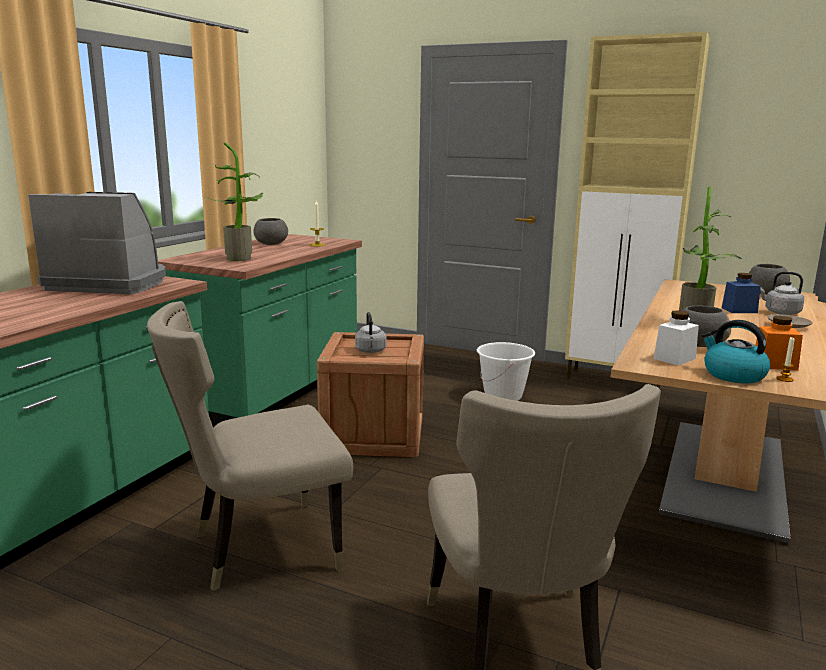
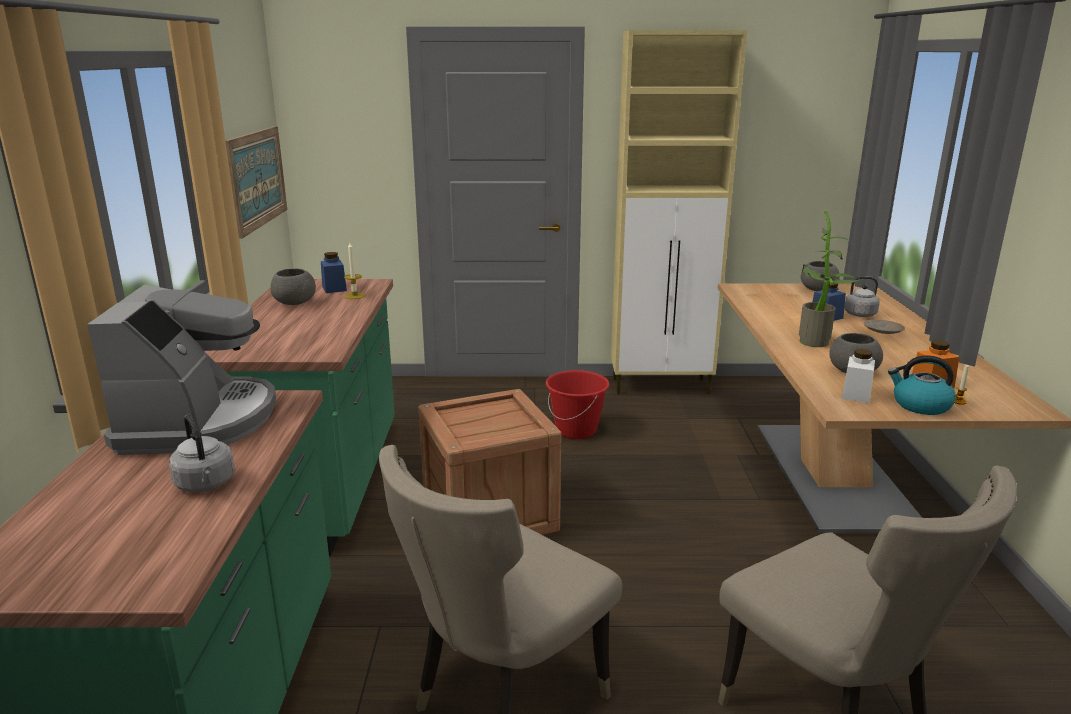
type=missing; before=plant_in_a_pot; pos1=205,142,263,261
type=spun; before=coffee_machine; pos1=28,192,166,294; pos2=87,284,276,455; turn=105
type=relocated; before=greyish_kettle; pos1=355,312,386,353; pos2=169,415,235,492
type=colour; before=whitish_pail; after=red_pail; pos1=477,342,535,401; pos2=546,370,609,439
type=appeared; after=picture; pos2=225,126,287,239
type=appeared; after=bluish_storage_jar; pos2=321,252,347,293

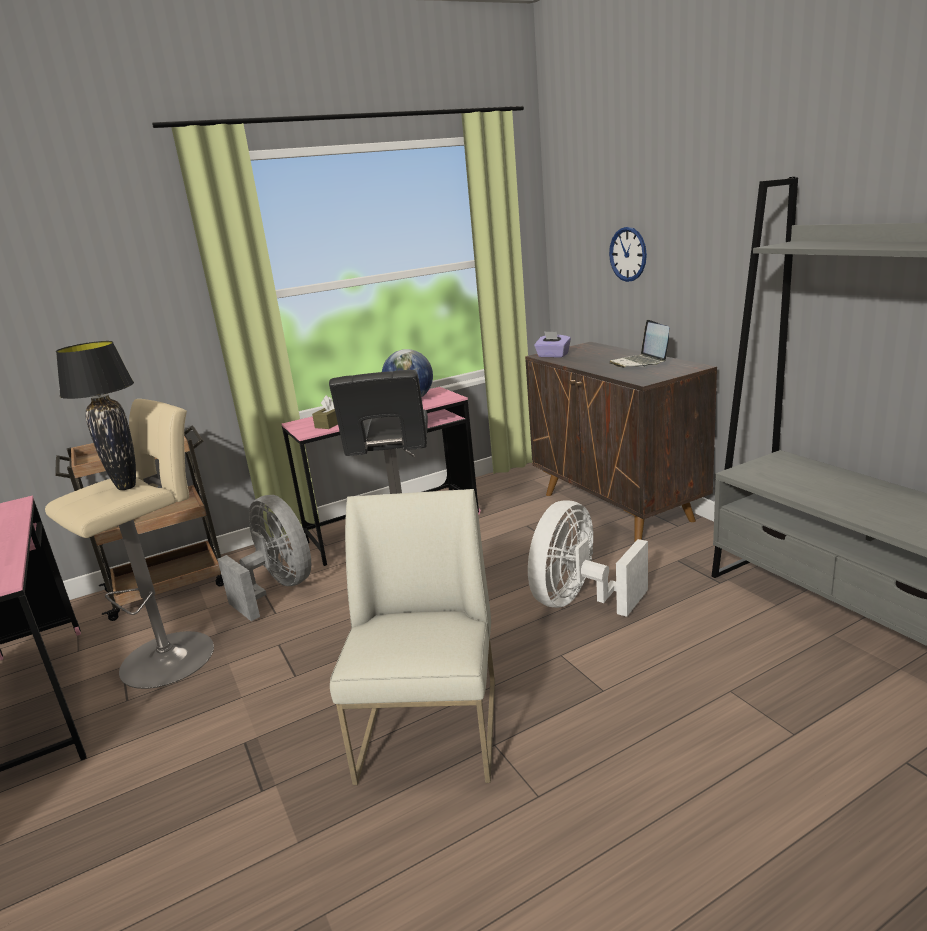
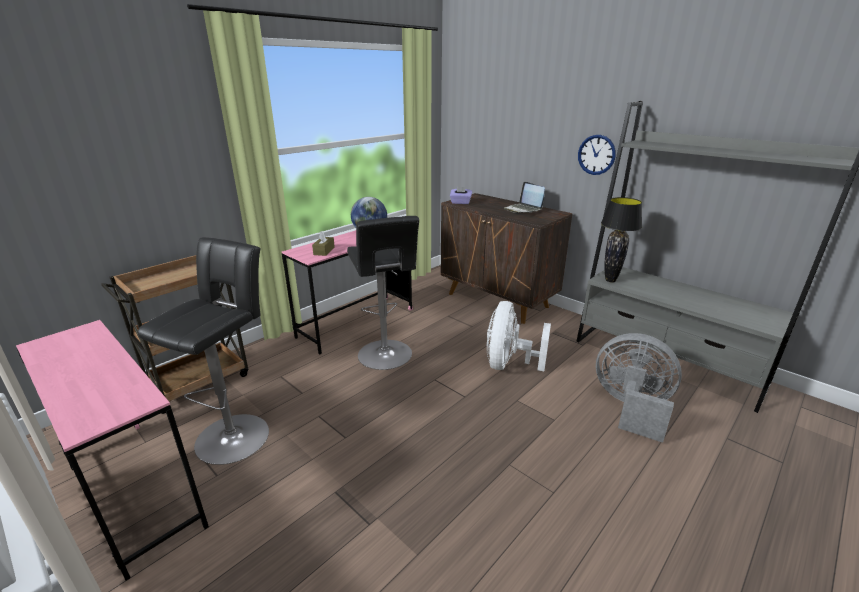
type=relocated; before=hanging_clock; pos1=609,227,647,282; pos2=578,135,616,175
type=relocated; before=black-coloured_table_lamp; pos1=56,341,136,490; pos2=601,197,642,283
type=colour; before=sand-coloured_stool_seat; after=black-coloured_stool_seat; pos1=45,399,214,689; pos2=138,237,269,465
type=missing; before=whitish_upright_chair; pos1=330,489,495,785
type=relocated; before=greyish_fan; pos1=217,495,311,621; pos2=596,333,682,443

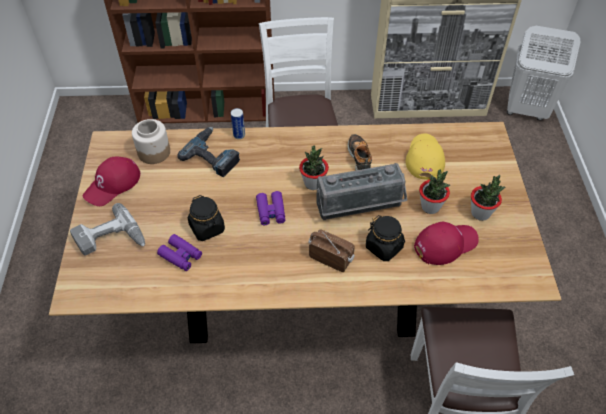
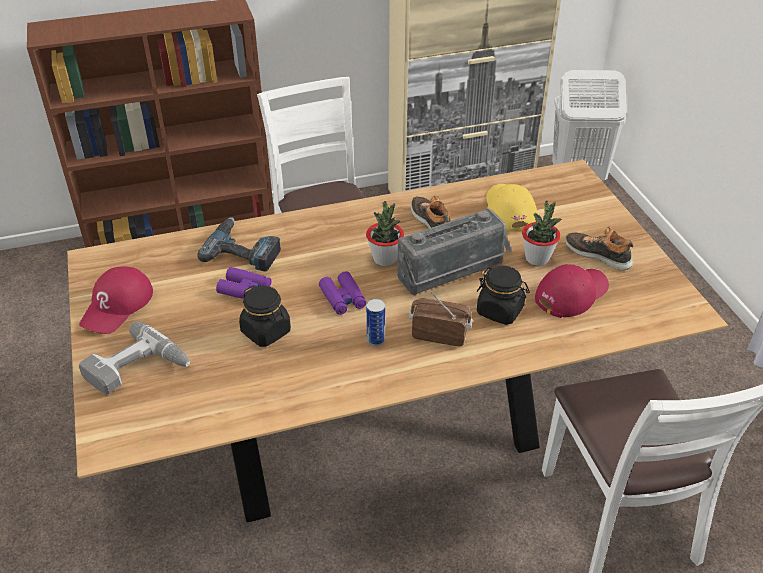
type=relocated; before=metal_can; pos1=231,108,245,139; pos2=366,299,385,346
type=missing; before=storage_jar; pos1=132,119,170,164
type=exchanged; before=plant_in_a_pot; after=shoe; pos1=471,175,505,221; pos2=565,226,633,271
type=relocated; before=purple_pair_of_binoculars; pos1=157,234,202,271; pos2=216,267,271,299

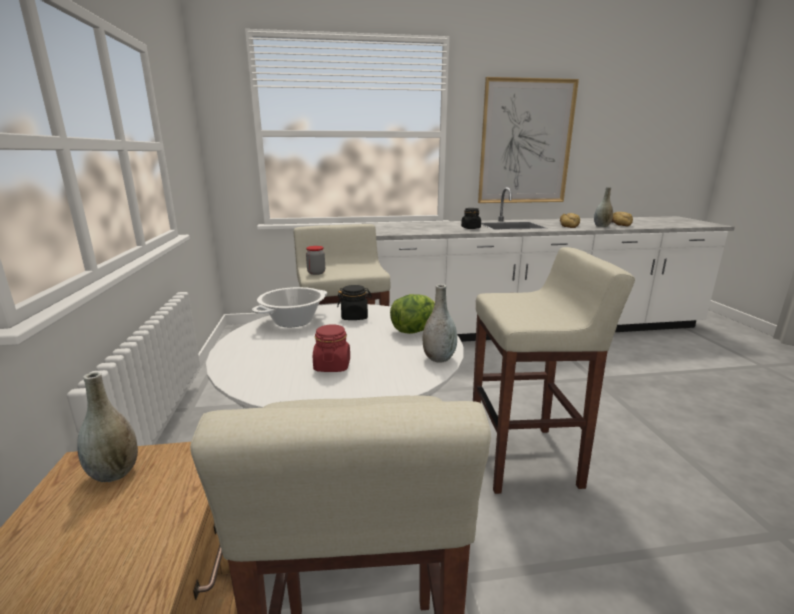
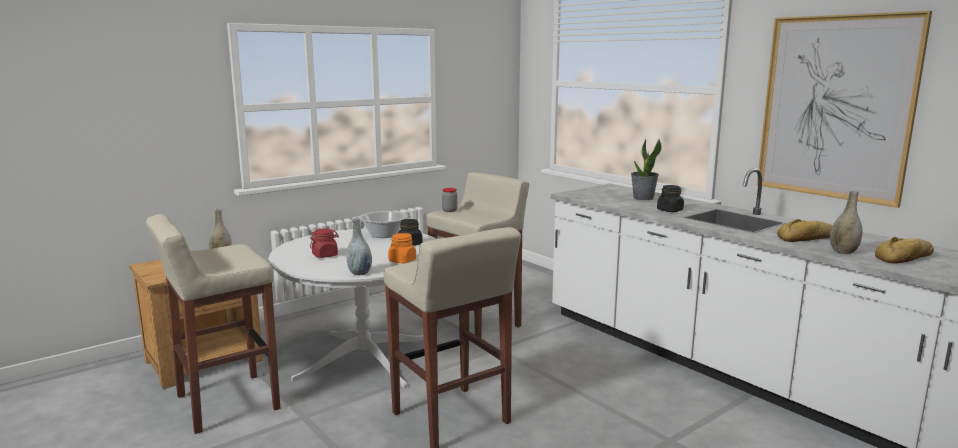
type=exchanged; before=lettuce_head; after=orange_storage_jar; pos1=390,294,435,334; pos2=388,233,416,263
type=appeared; after=plant_in_a_pot; pos2=631,138,662,200

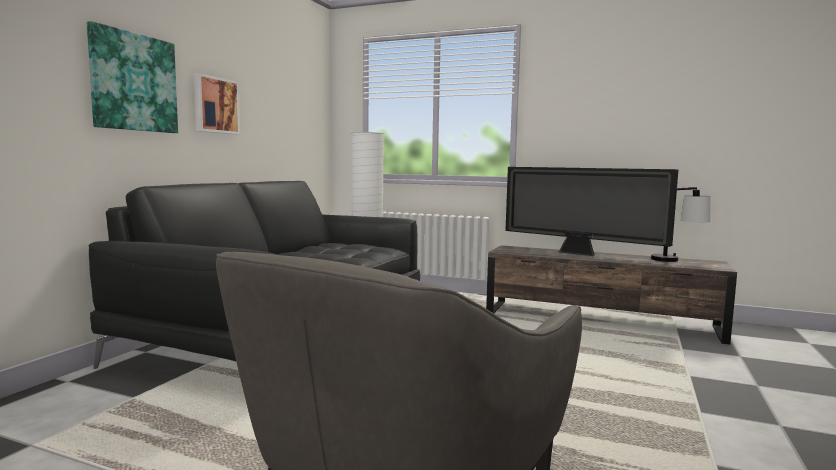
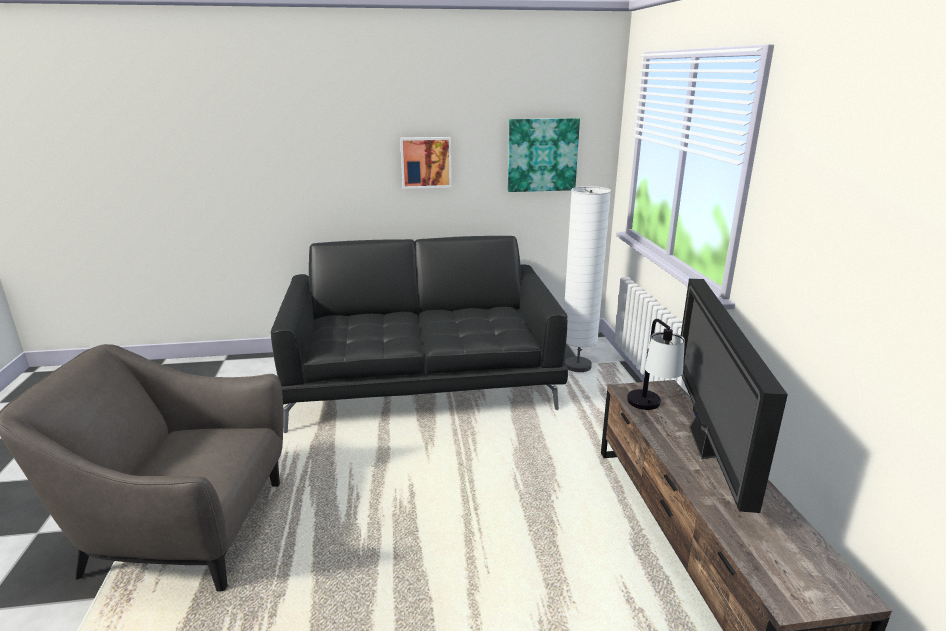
type=relocated; before=picture; pos1=87,21,178,133; pos2=508,118,580,192
type=relocated; before=table_lamp; pos1=651,187,710,262; pos2=627,319,685,410

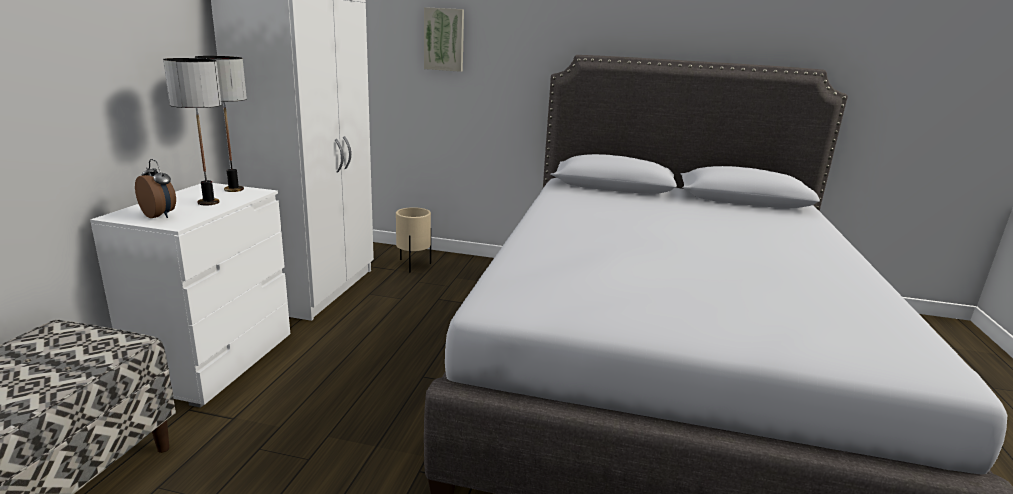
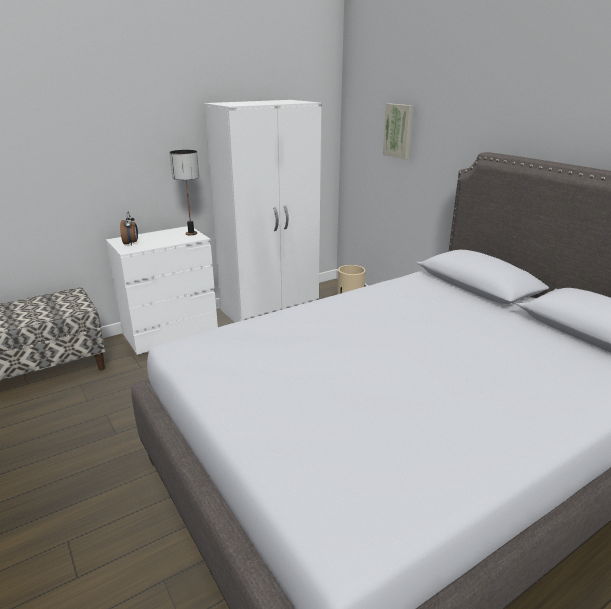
type=missing; before=table_lamp; pos1=163,58,222,206

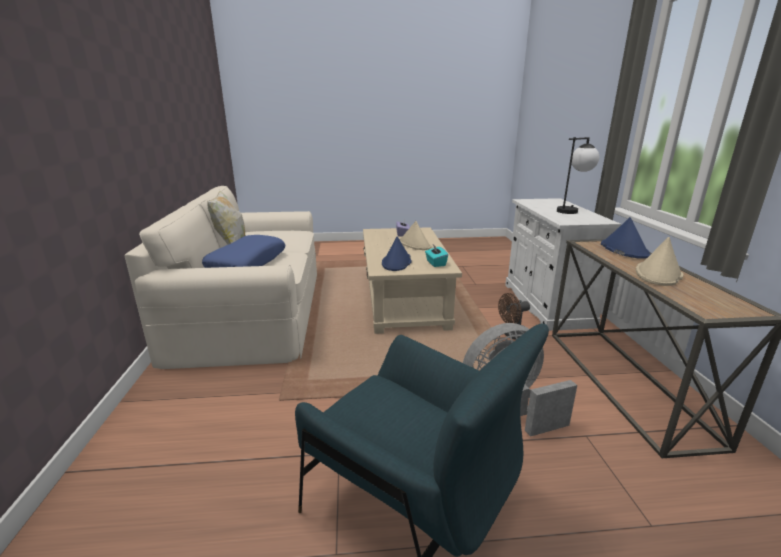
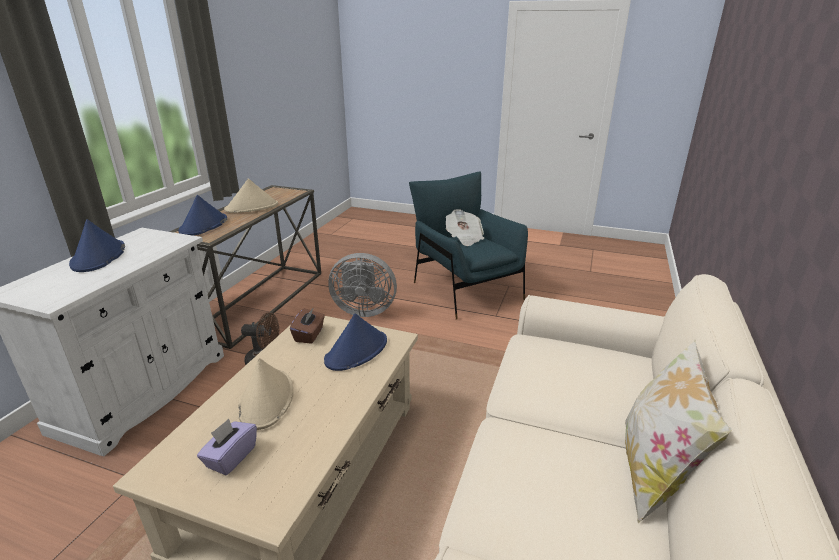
type=exchanged; before=table_lamp; after=bluish_hat; pos1=557,137,599,214; pos2=69,219,125,272
type=missing; before=bluish_throw_pillow; pos1=202,235,285,268
type=colour; before=turquoise_tissue_holder; after=brown-coloured_tissue_holder; pos1=425,245,448,267; pos2=290,307,325,344
type=appeared; after=printed_paper; pos2=446,209,484,246

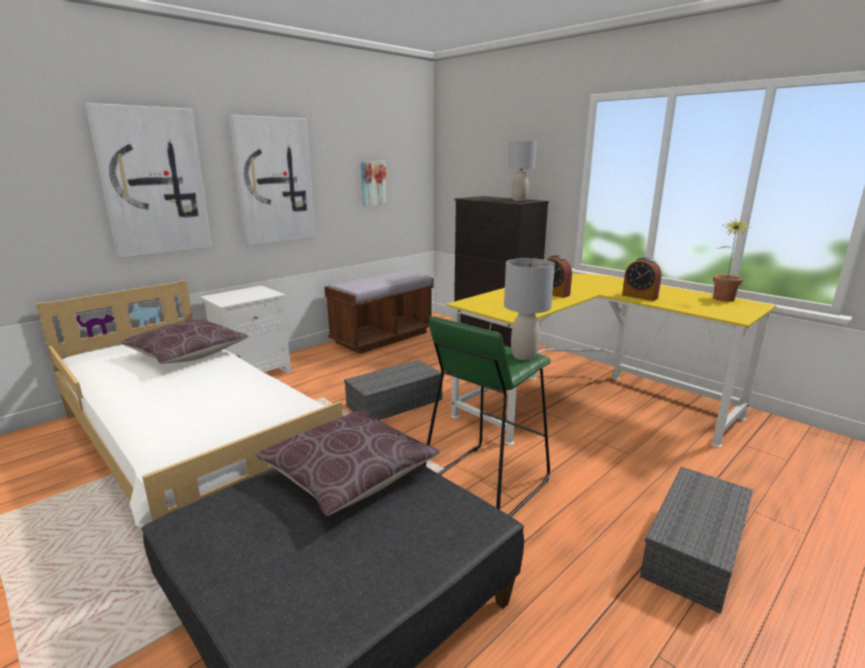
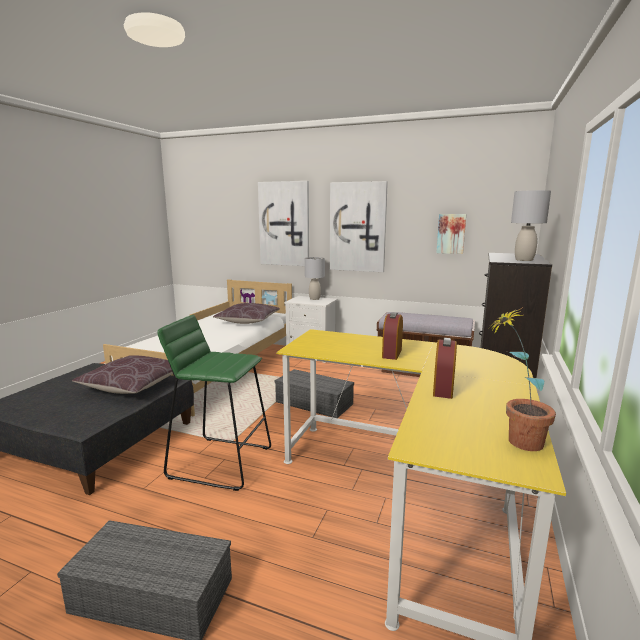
type=relocated; before=greyish_table_lamp; pos1=504,258,555,360; pos2=305,257,325,300

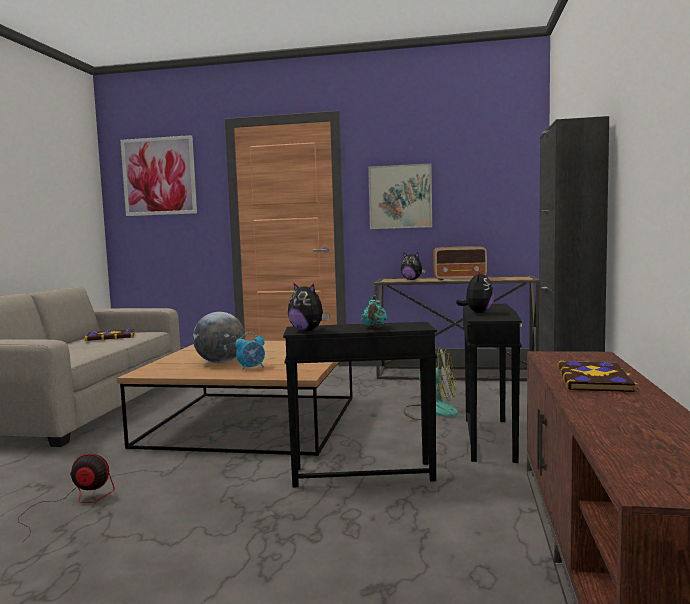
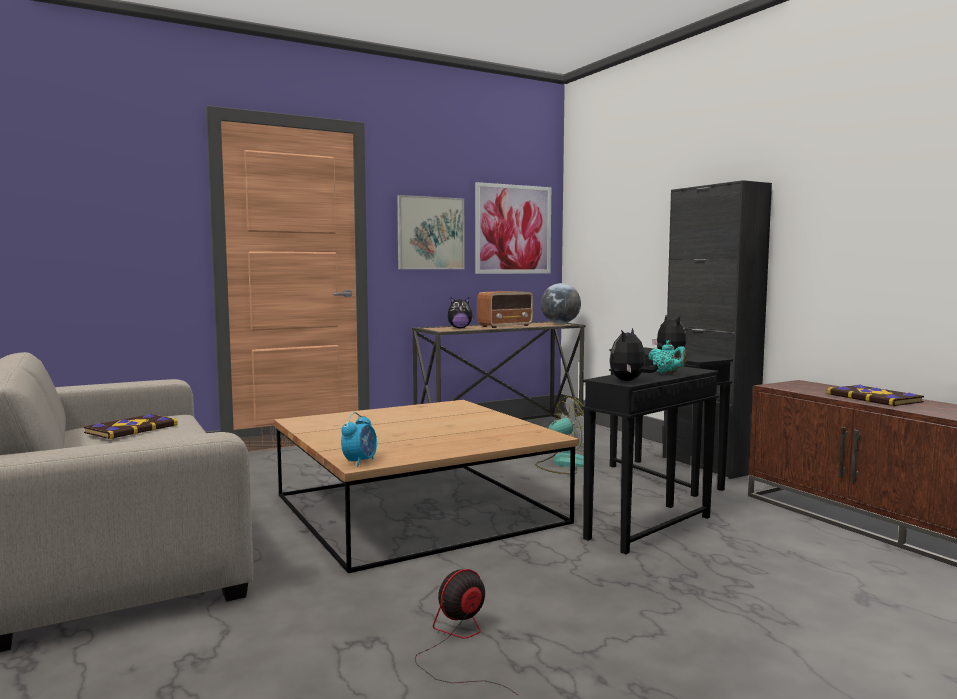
type=relocated; before=picture; pos1=120,135,197,216; pos2=475,182,551,274
type=spun; before=plush_toy; pos1=288,282,329,331; pos2=609,328,658,381; turn=120
type=relocated; before=desk_globe; pos1=193,312,245,363; pos2=541,283,581,324
type=relocated; before=table_clock; pos1=235,332,265,371; pos2=341,412,377,467

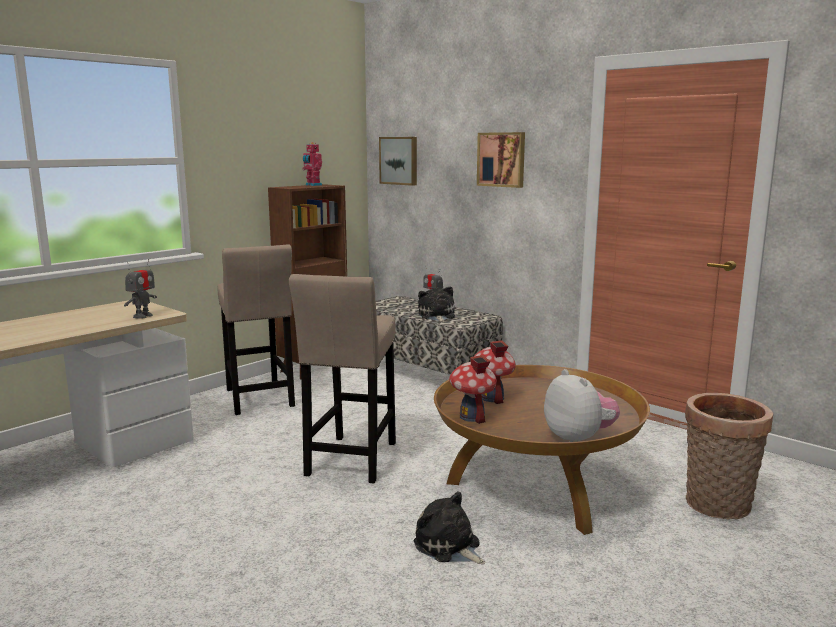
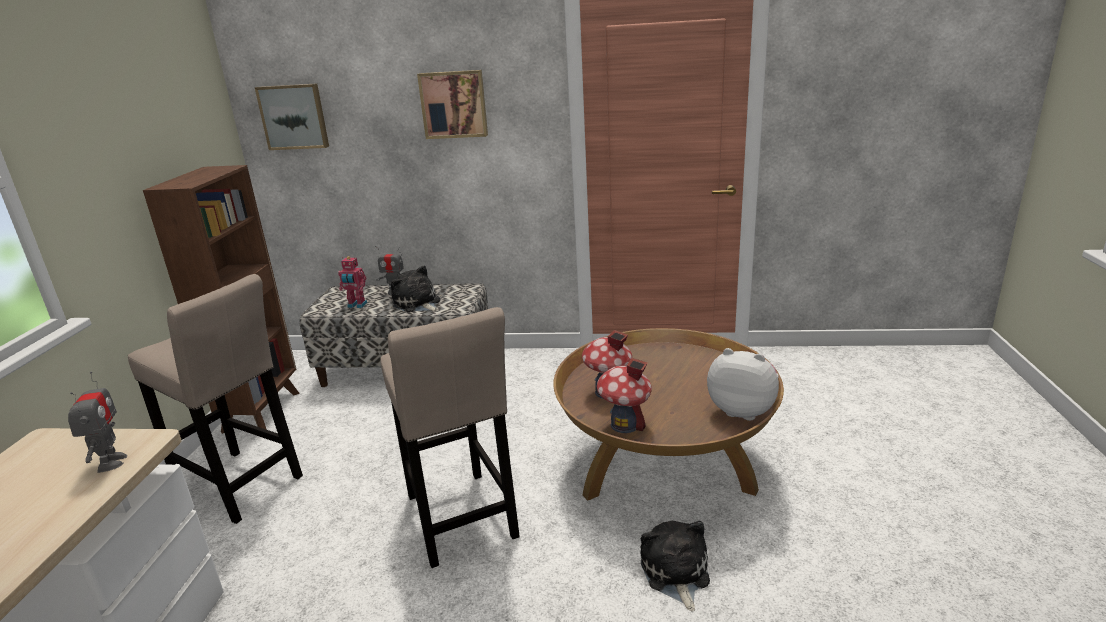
type=relocated; before=robot_figure; pos1=302,142,322,186; pos2=338,256,368,308
type=missing; before=household_basket; pos1=685,393,773,520
type=spun; before=plush_toy; pos1=414,492,486,564; pos2=640,521,710,611; turn=75

